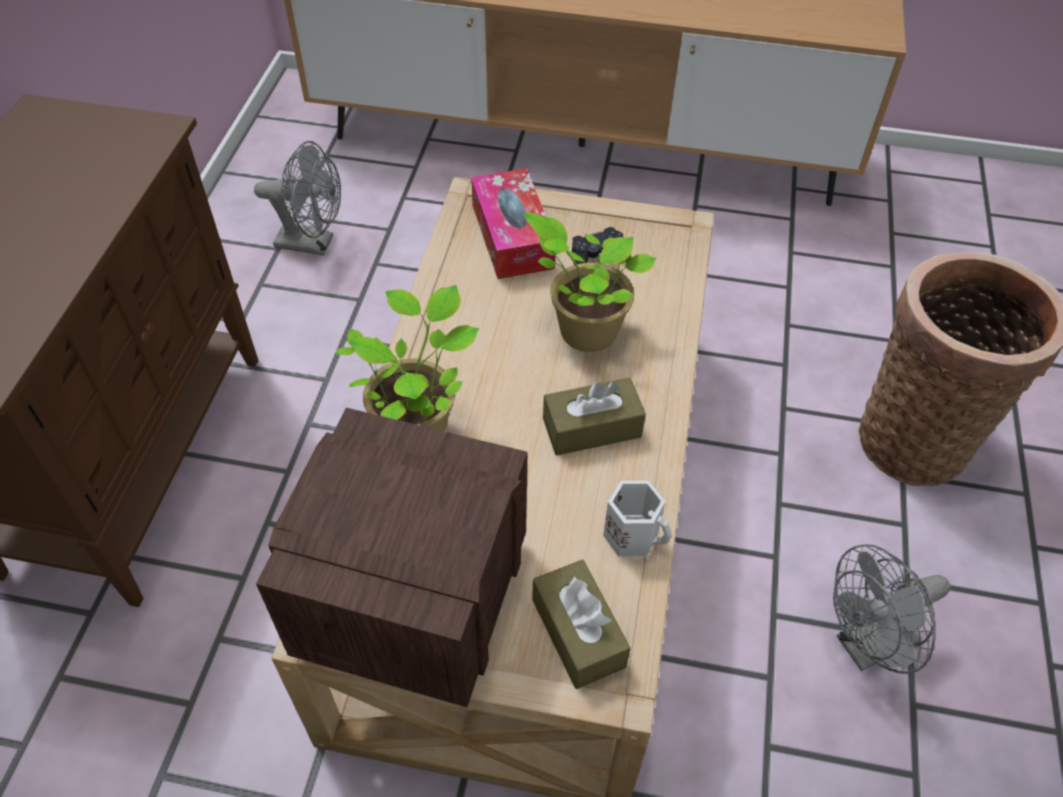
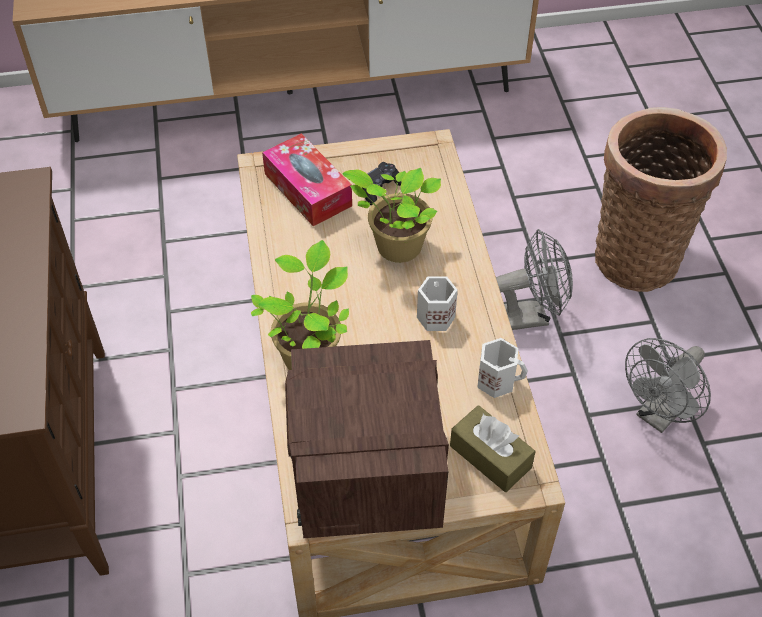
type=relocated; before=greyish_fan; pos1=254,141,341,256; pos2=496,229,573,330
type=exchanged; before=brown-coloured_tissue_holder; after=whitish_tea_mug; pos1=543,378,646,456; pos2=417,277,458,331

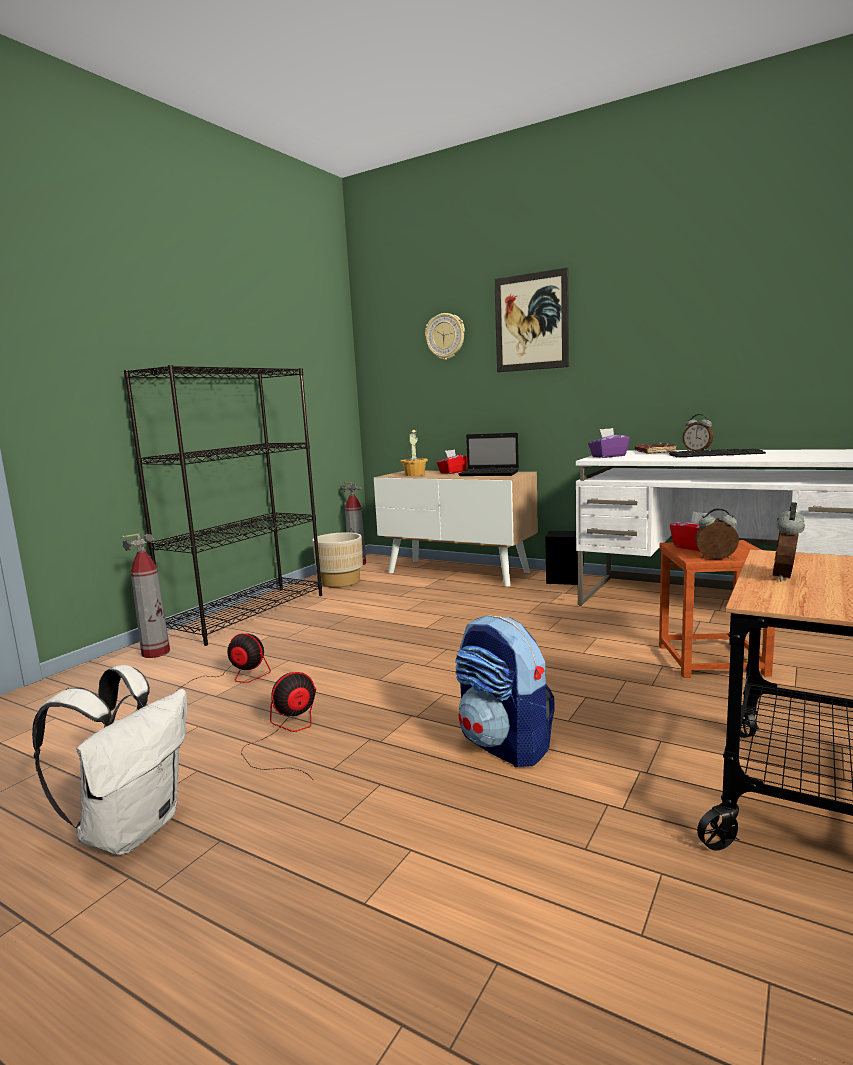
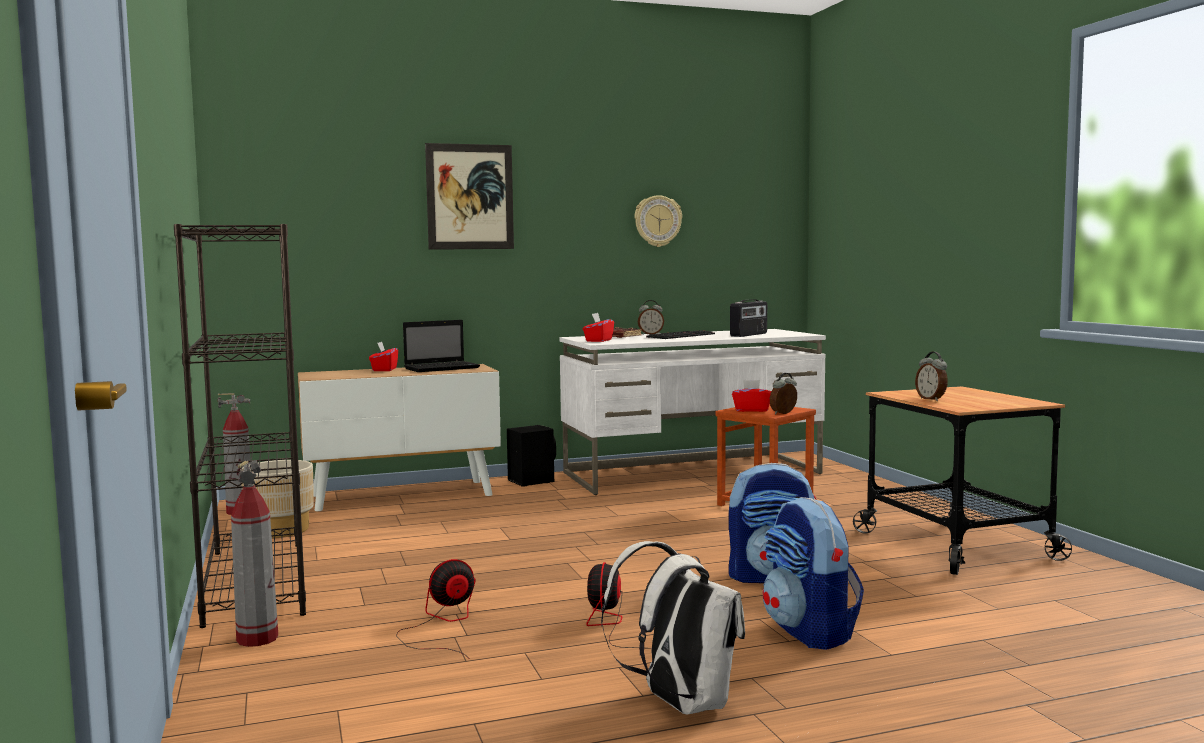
type=relocated; before=hanging_clock; pos1=425,313,465,360; pos2=635,195,682,247
type=colour; before=purple_tissue_holder; after=red_tissue_holder; pos1=588,428,630,458; pos2=583,313,614,342
type=missing; before=plant_in_a_pot; pos1=401,429,428,476
type=appeared; after=radio_set; pos2=730,299,767,337
type=appeared; after=backpack; pos2=763,497,864,650

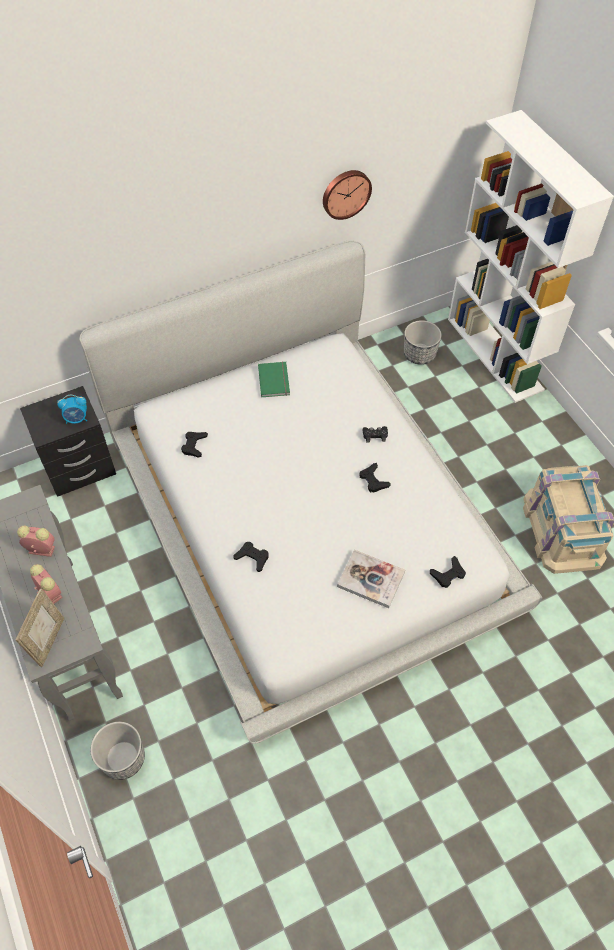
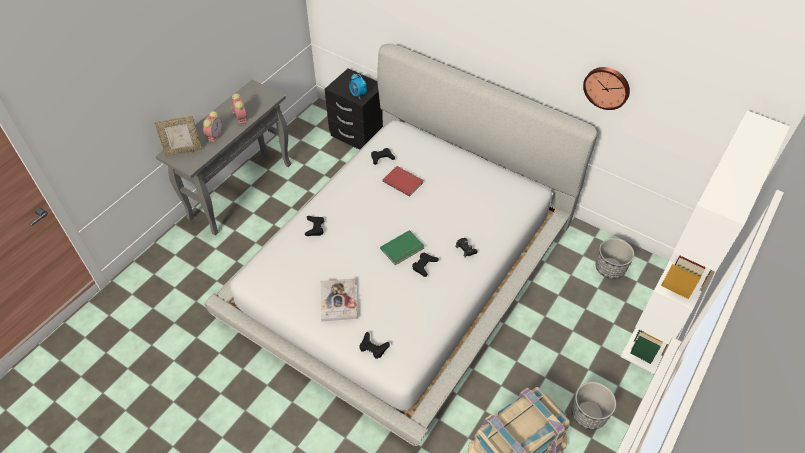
type=relocated; before=green-coloured_volume; pos1=258,362,290,397; pos2=380,230,424,265
type=relocated; before=flower_pot; pos1=90,722,145,780; pos2=572,382,616,430
type=appeared; after=red_volume; pos2=383,166,424,197

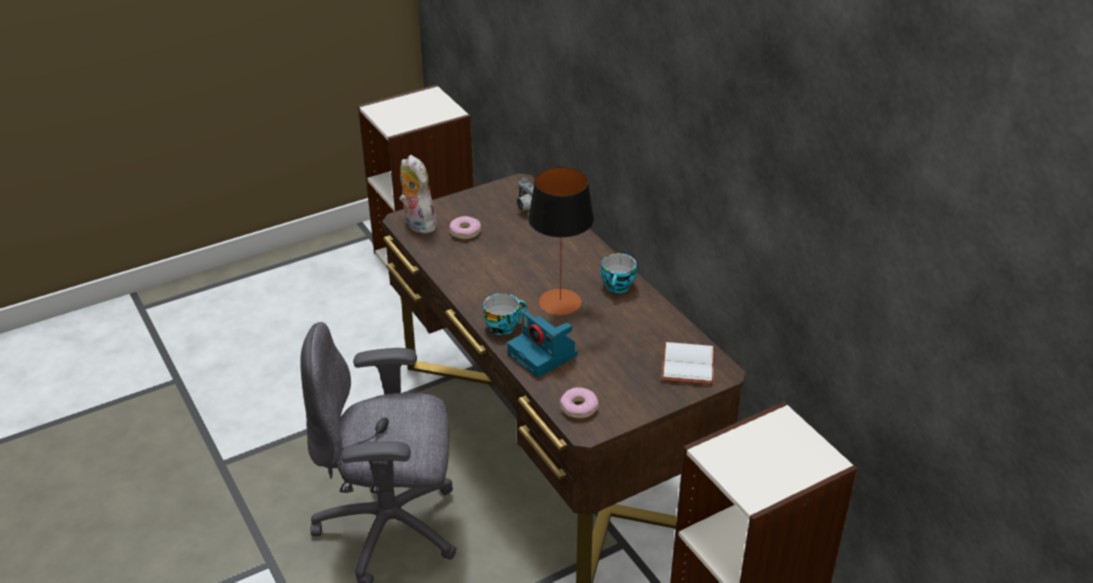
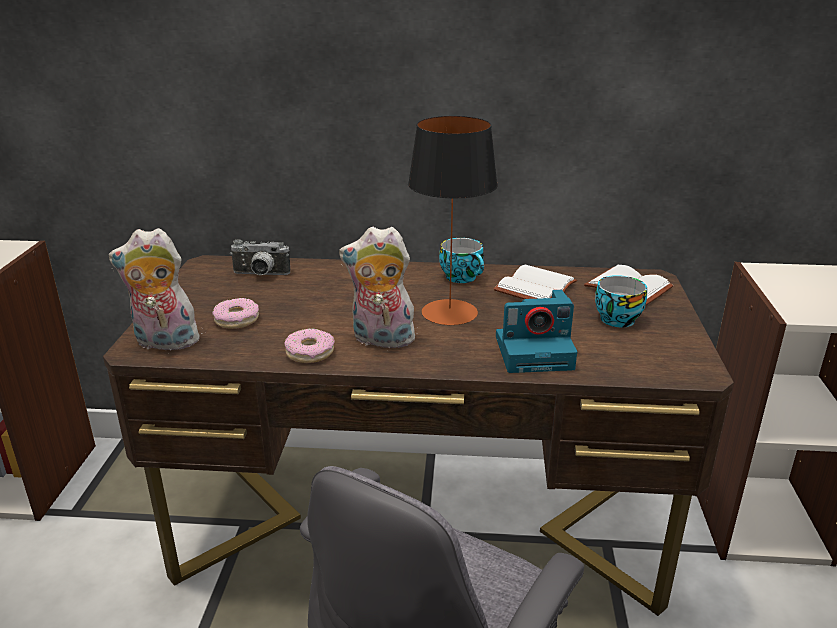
type=relocated; before=cup; pos1=483,293,527,335; pos2=595,275,647,327
type=relocated; before=ring_doughnut; pos1=560,387,598,419; pos2=284,329,335,363
type=appeared; after=plush_toy; pos2=339,227,415,348
type=appeared; after=whitish_volume; pos2=494,265,577,299

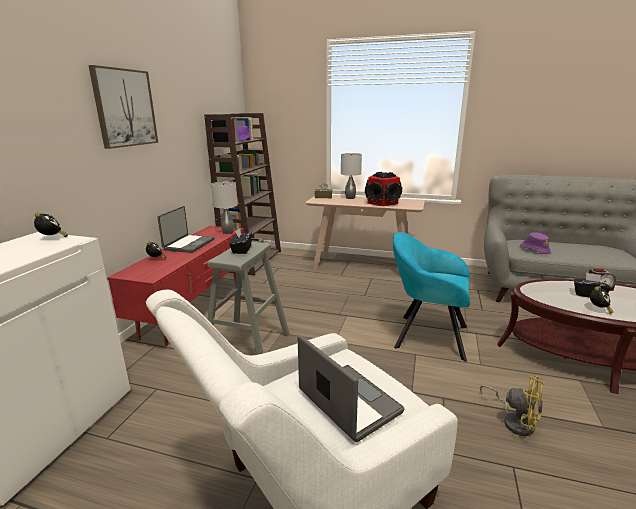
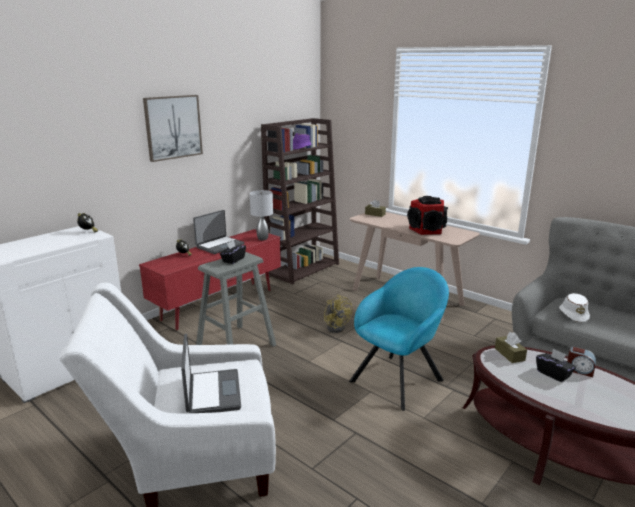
type=missing; before=greyish_table_lamp; pos1=341,153,362,199
type=spun; before=turquoise_armchair; pos1=393,232,470,361; pos2=349,267,449,411; turn=90
type=colour; before=purple_hat; after=whitish_hat; pos1=520,232,551,254; pos2=559,293,590,322
type=missing; before=table_clock; pos1=590,286,613,314
type=relocated; before=yellowish_fan; pos1=480,375,544,436; pos2=324,295,353,333
type=appeared; after=brown-coloured_tissue_holder; pos2=495,332,527,363

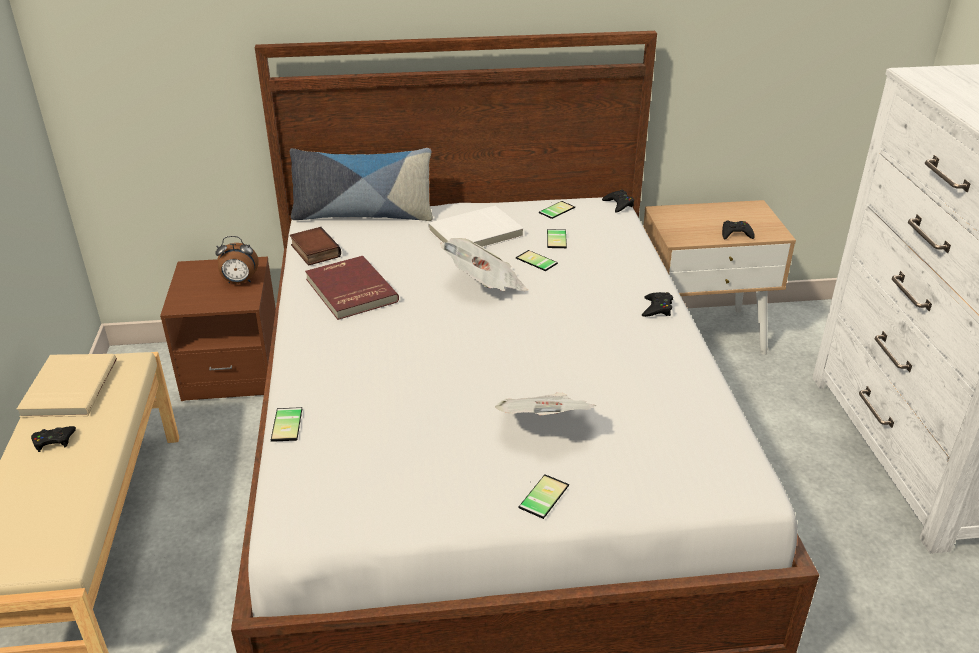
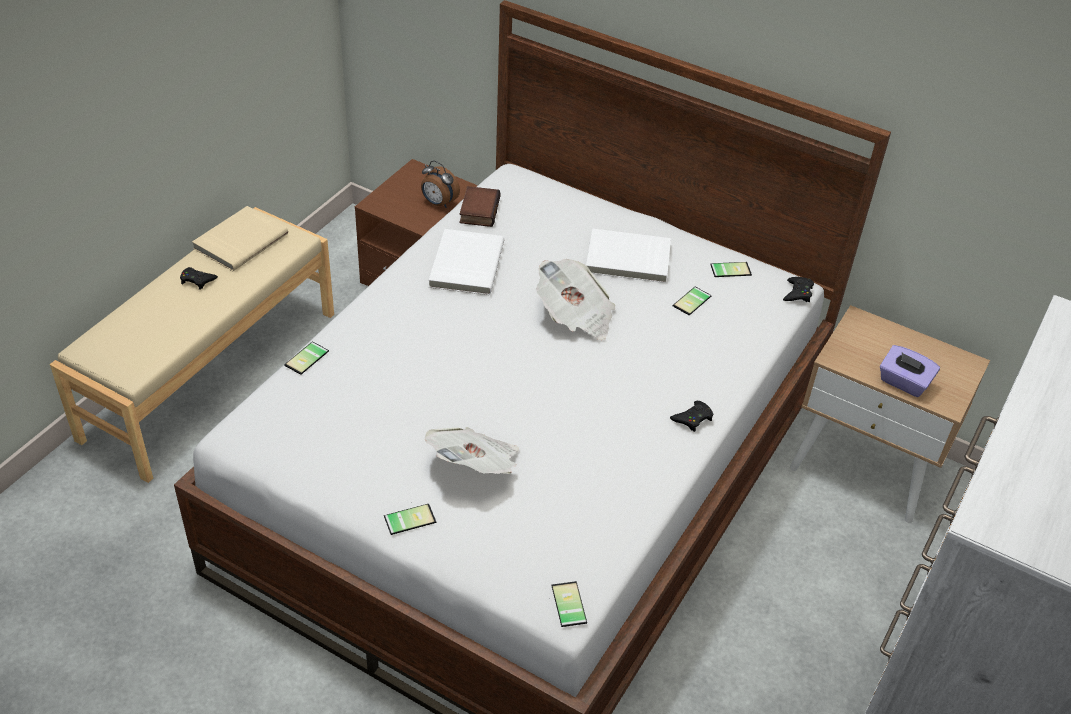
type=missing; before=throw_pillow; pos1=290,148,433,221
type=exchanged; before=black-coloured_game_controller; after=purple_tissue_holder; pos1=722,220,755,239; pos2=880,345,940,397
type=relocated; before=phone; pos1=516,250,558,271; pos2=551,581,587,627
type=colour; before=red_volume; after=whitish_volume; pos1=305,256,399,320; pos2=429,229,504,295

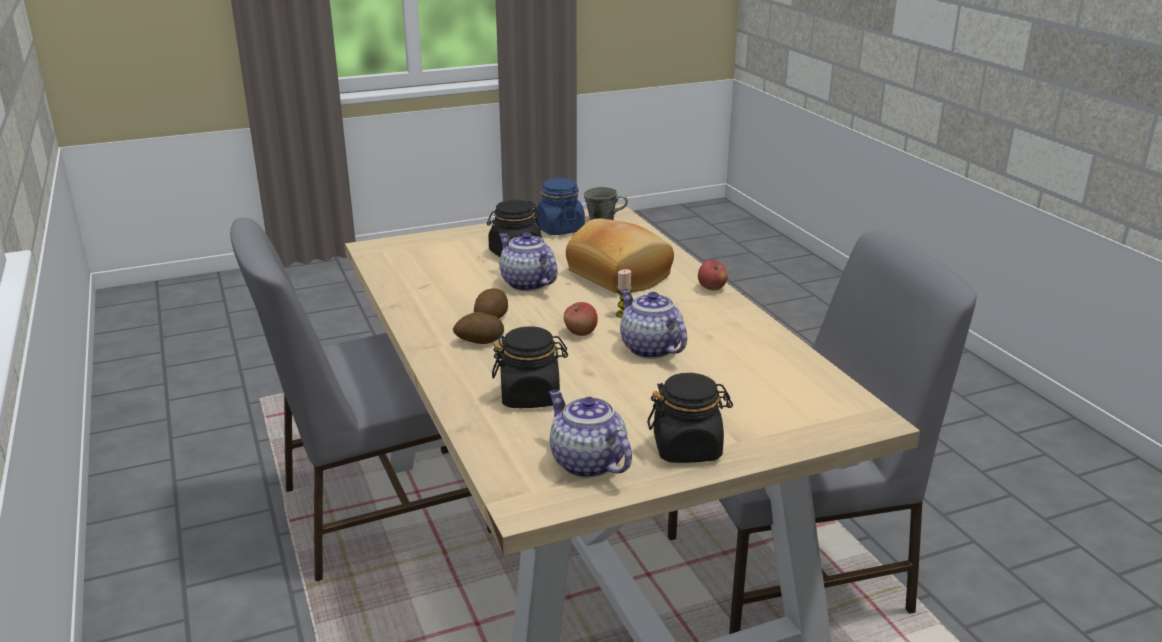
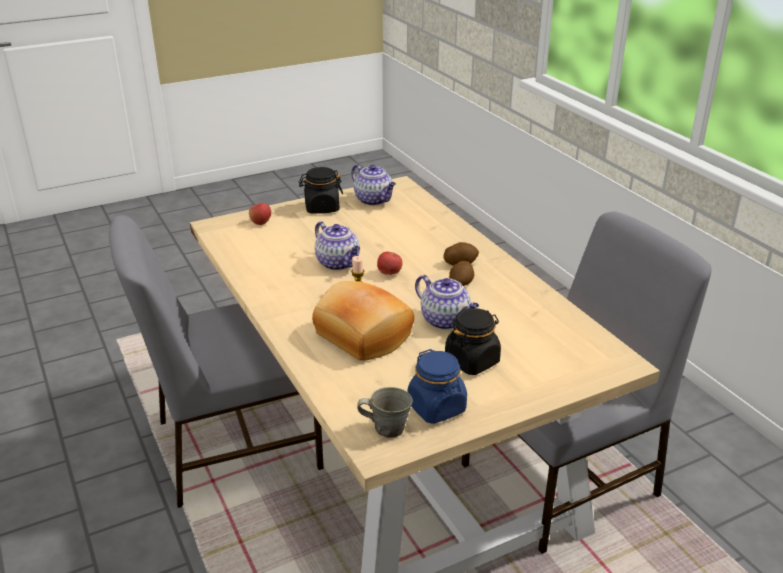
type=relocated; before=apple_fruit; pos1=698,260,728,290; pos2=249,203,271,225
type=missing; before=black-coloured_storage_jar; pos1=492,326,568,408

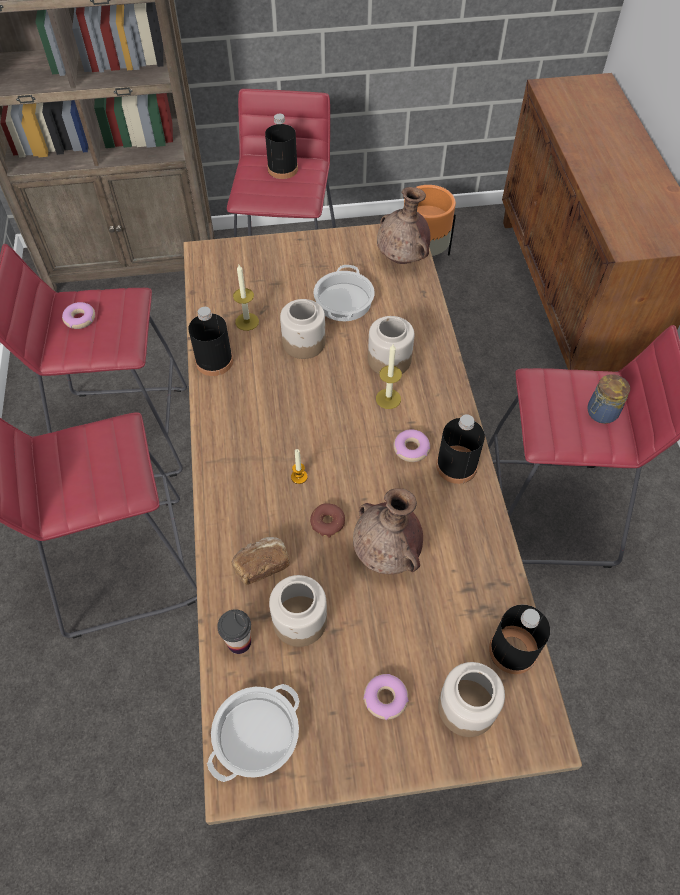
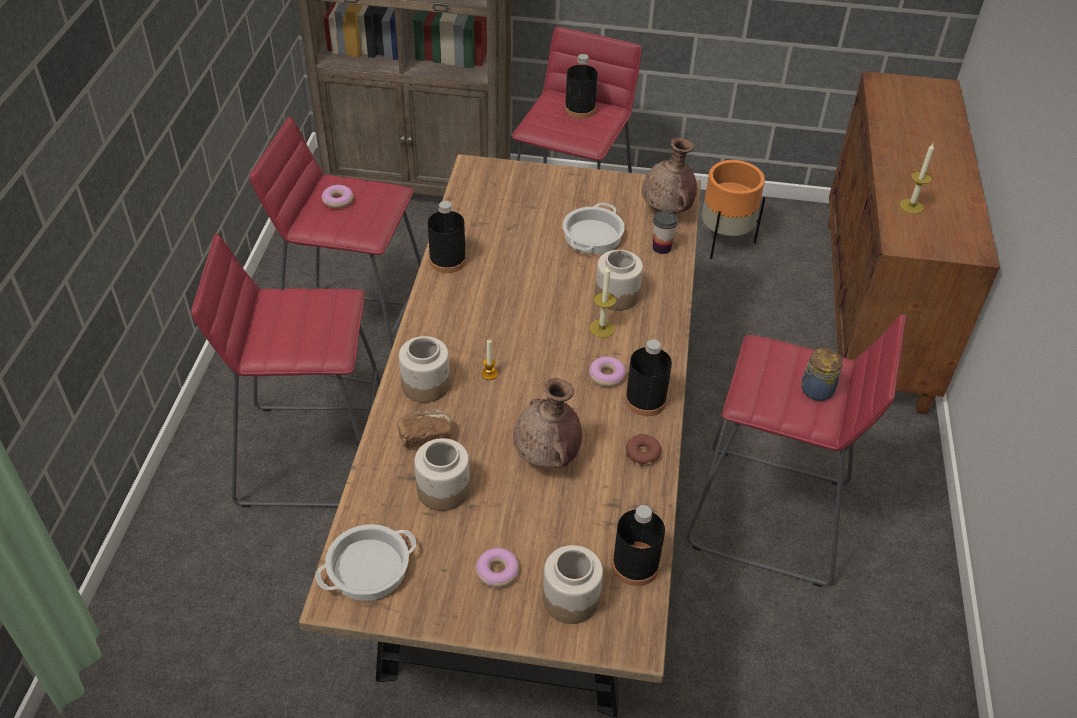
type=relocated; before=wax_candle; pos1=233,265,259,331; pos2=900,144,934,214
type=relocated; before=storage_jar; pos1=280,299,326,359; pos2=399,336,450,403
type=relocated; before=ring_doughnut; pos1=310,503,345,538; pos2=626,434,661,466
type=relocated; before=cup; pos1=217,609,251,654; pos2=653,211,678,254

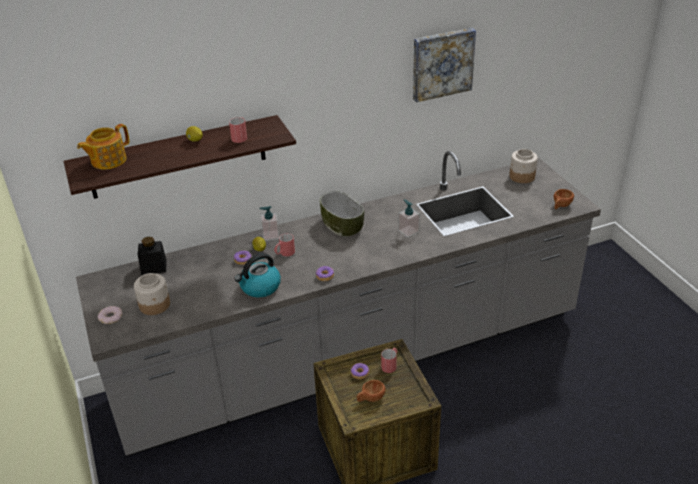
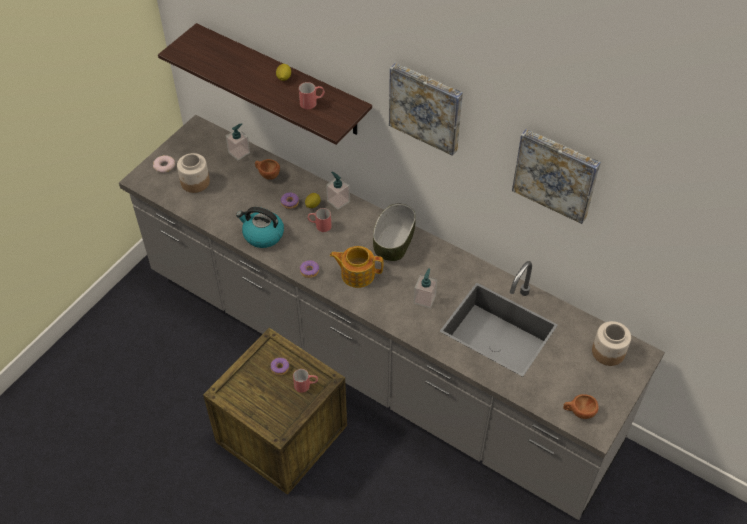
type=relocated; before=teapot; pos1=77,124,130,170; pos2=330,246,384,288
type=exchanged; before=black-coloured_storage_jar; after=soap_dispenser; pos1=138,237,167,275; pos2=226,123,250,160
type=relocated; before=brown-coloured_cup; pos1=357,380,385,402; pos2=255,159,280,180
type=appeared; after=picture; pos2=389,63,463,156

